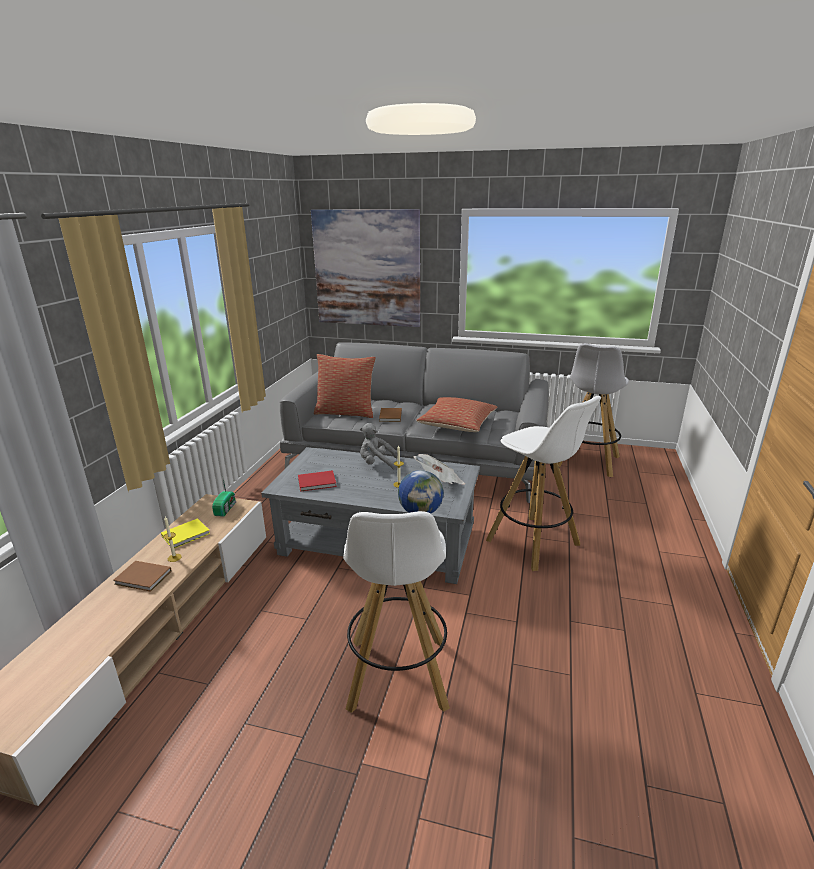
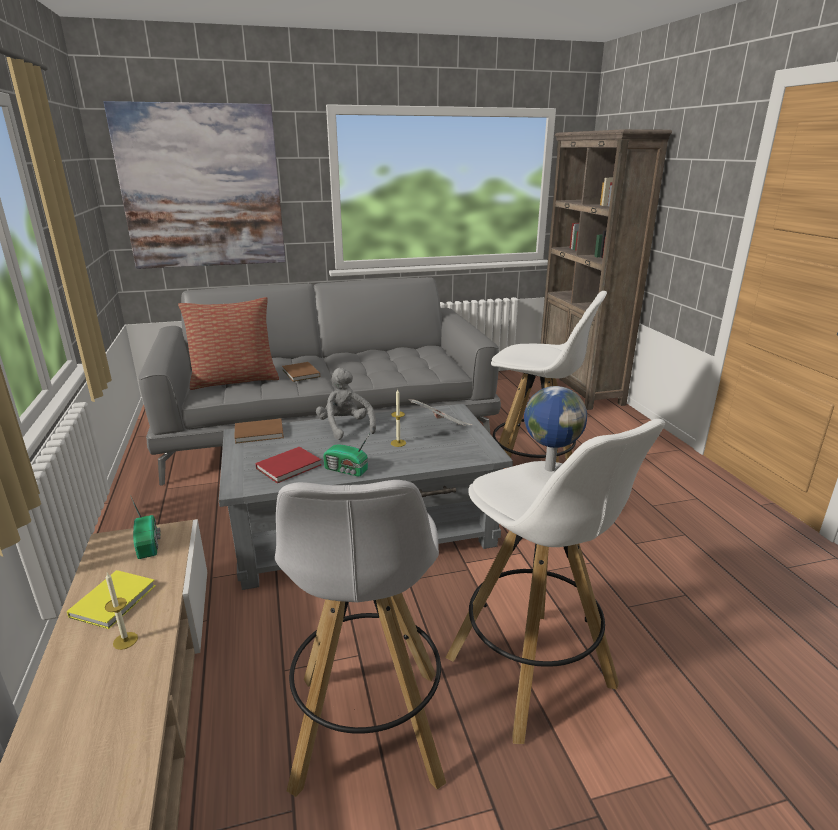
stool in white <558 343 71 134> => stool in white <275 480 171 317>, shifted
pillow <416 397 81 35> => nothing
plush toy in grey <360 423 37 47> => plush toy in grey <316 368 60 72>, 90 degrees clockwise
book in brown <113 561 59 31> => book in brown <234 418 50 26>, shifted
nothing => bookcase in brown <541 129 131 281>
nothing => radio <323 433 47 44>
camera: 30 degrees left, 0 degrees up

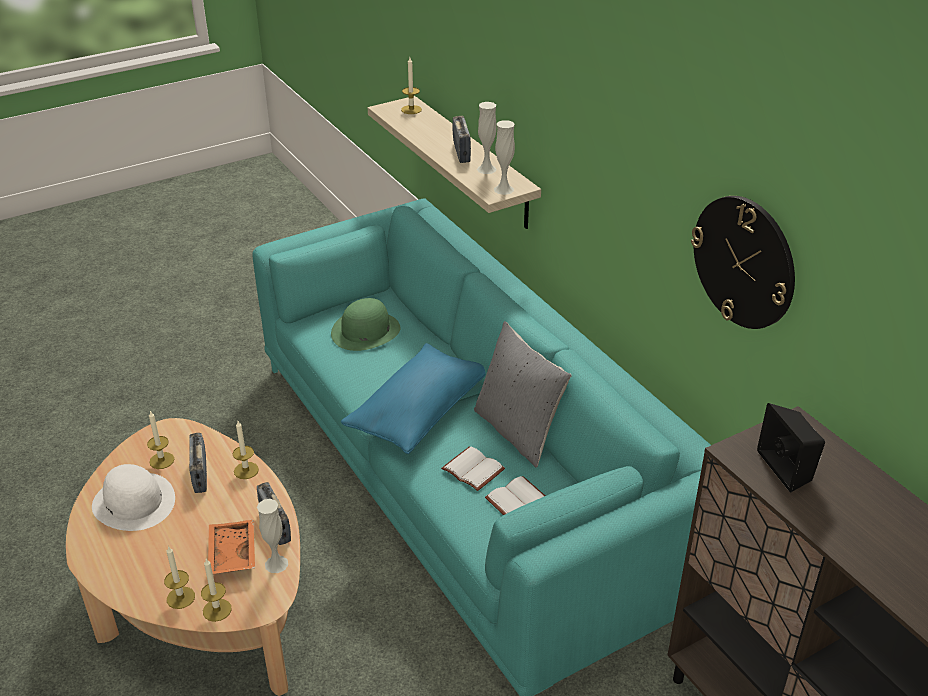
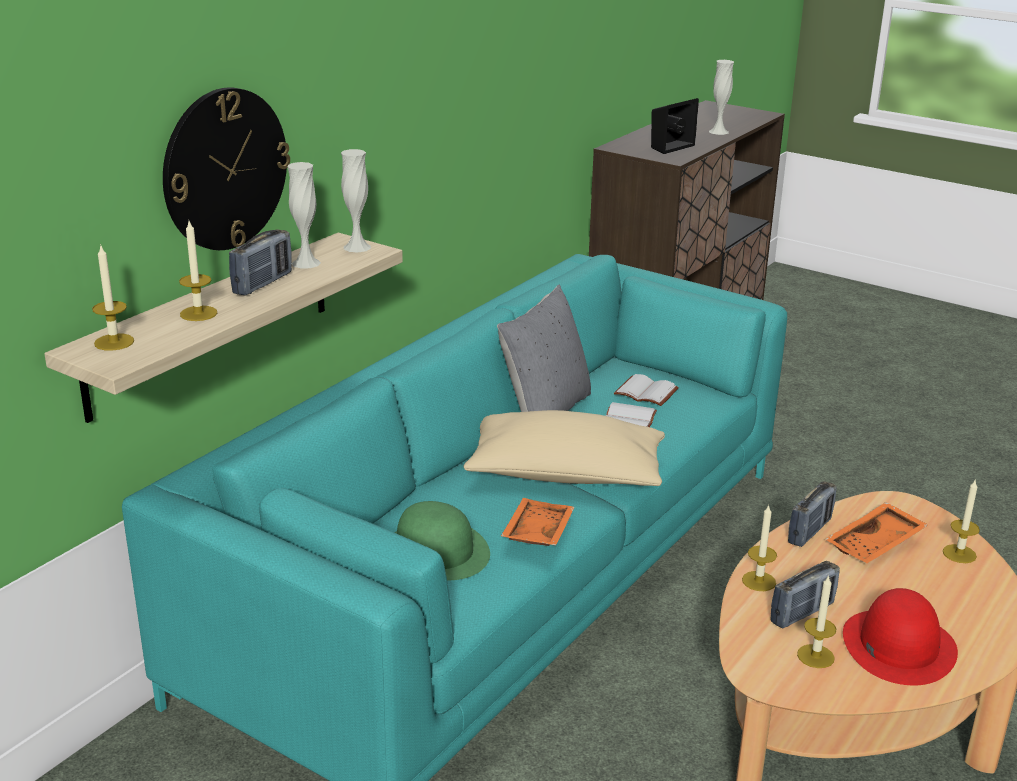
radio <452 116 19 47> => radio <229 229 63 67>, 150 degrees clockwise
wall clock <691 196 104 133> => wall clock <163 88 127 162>, shifted
pillow in blue <341 343 145 111> => pillow in beige <464 410 201 76>
hat in white <92 464 83 67> => hat in red <843 588 115 98>
vase in white <257 499 31 74> => vase in white <709 60 25 75>, shifted
candle <201 559 31 63> => candle <179 221 38 100>, shifted
nothing => tray in orange <501 498 74 48>
camera: 115 degrees left, 10 degrees down

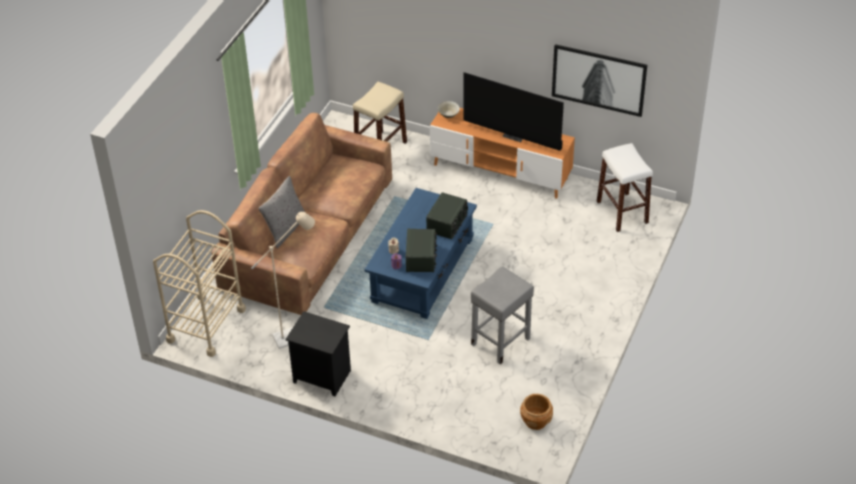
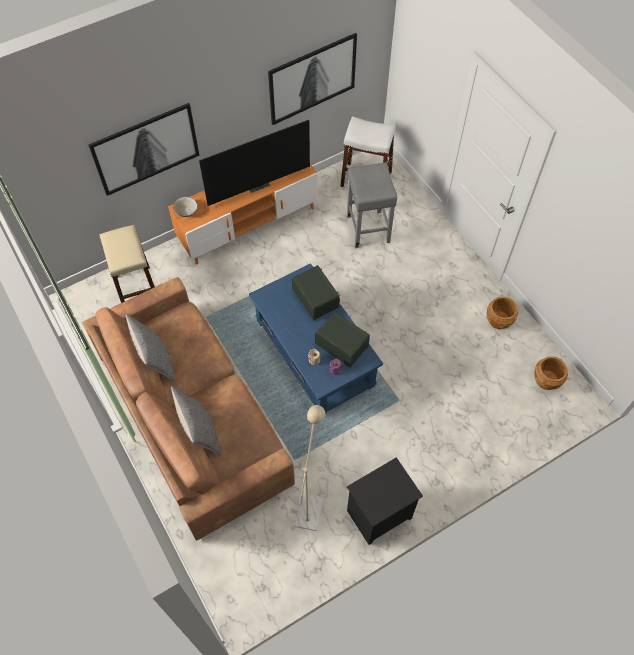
cart in beige <153 210 93 147> => nothing
stool in grey <471 266 63 98> => stool in grey <347 162 50 86>, shifted
nothing => picture <88 103 112 93>
nothing => planter in brown <486 296 32 33>
nothing => pillow in grey <126 314 49 68>
camera: 55 degrees left, 15 degrees up

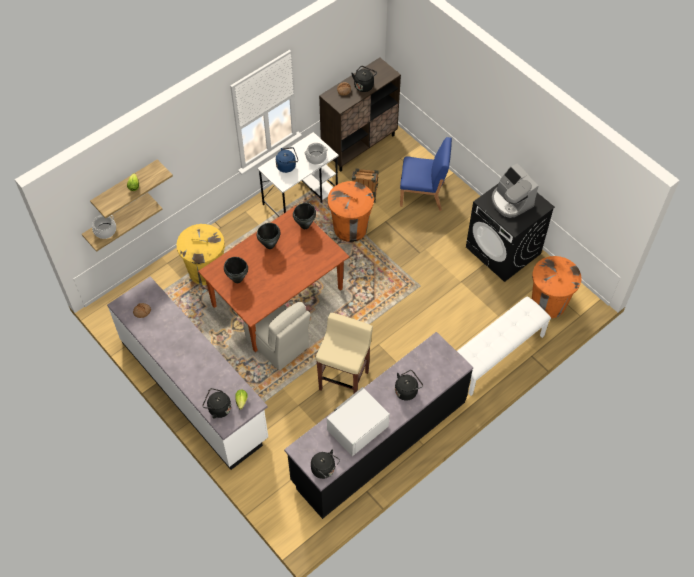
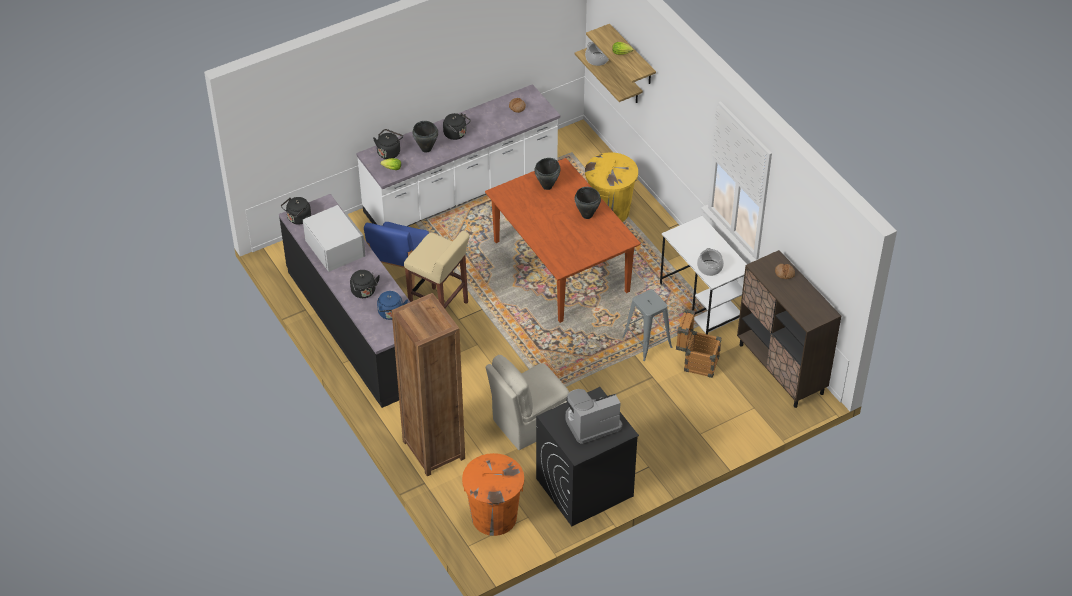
kettle in black <351 66 26 26> => kettle in black <443 113 28 27>, shifted
chair in blue <400 137 52 74> => chair in blue <364 222 65 68>, shifted
kettle in blue <276 147 22 26> => kettle in blue <377 291 31 29>, shifted
trash can in orange <328 181 46 61> => stool in grey <622 289 50 72>
cooking pot in black <293 203 23 26> => cooking pot in black <413 121 25 32>, shifted
bench in white <457 297 94 99> => bookcase in brown <392 293 73 183>
chair in beige <243 302 68 68> => chair in beige <485 355 84 95>, shifted
camera: 100 degrees right, 10 degrees down

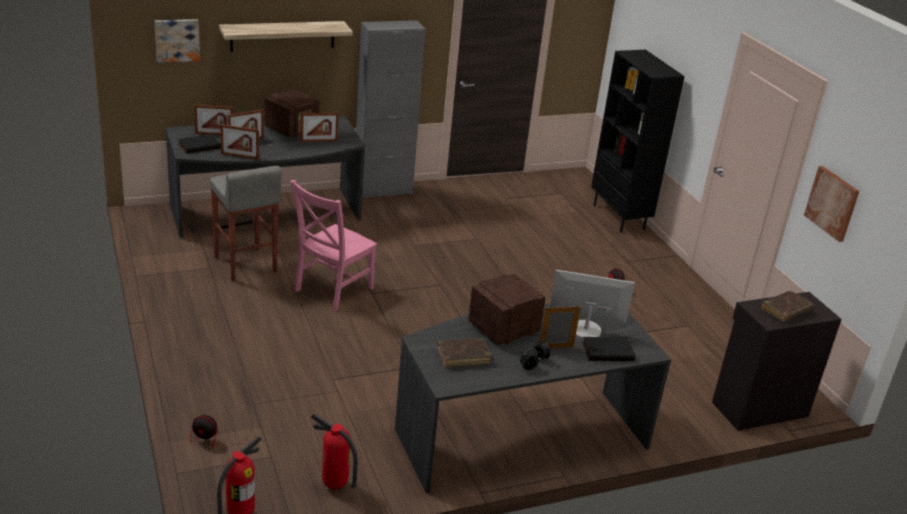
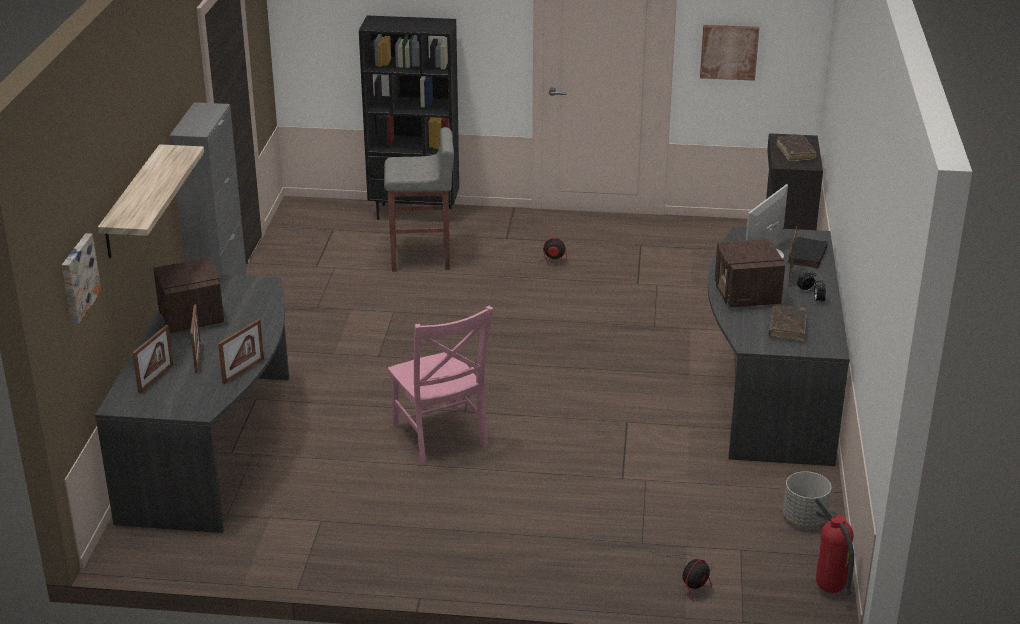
picture frame <300 113 39 29> => nothing
book in black <178 134 43 19> => nothing
stool in grey <209 166 73 116> => stool in grey <384 127 70 145>, shifted
fire extinguisher <311 413 47 77> => planter in grey <783 471 48 56>
camera: 60 degrees left, 0 degrees up

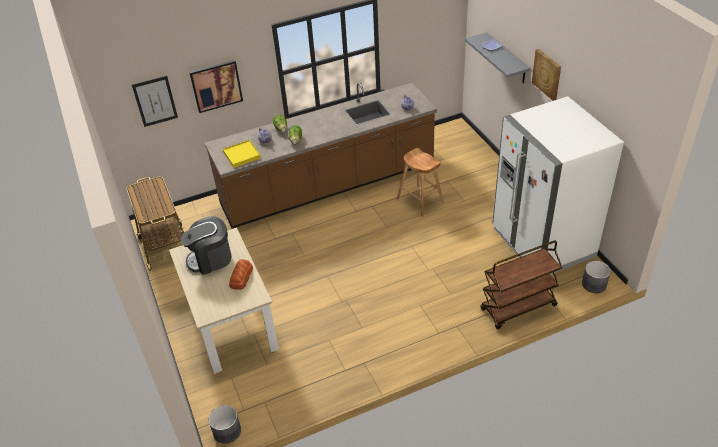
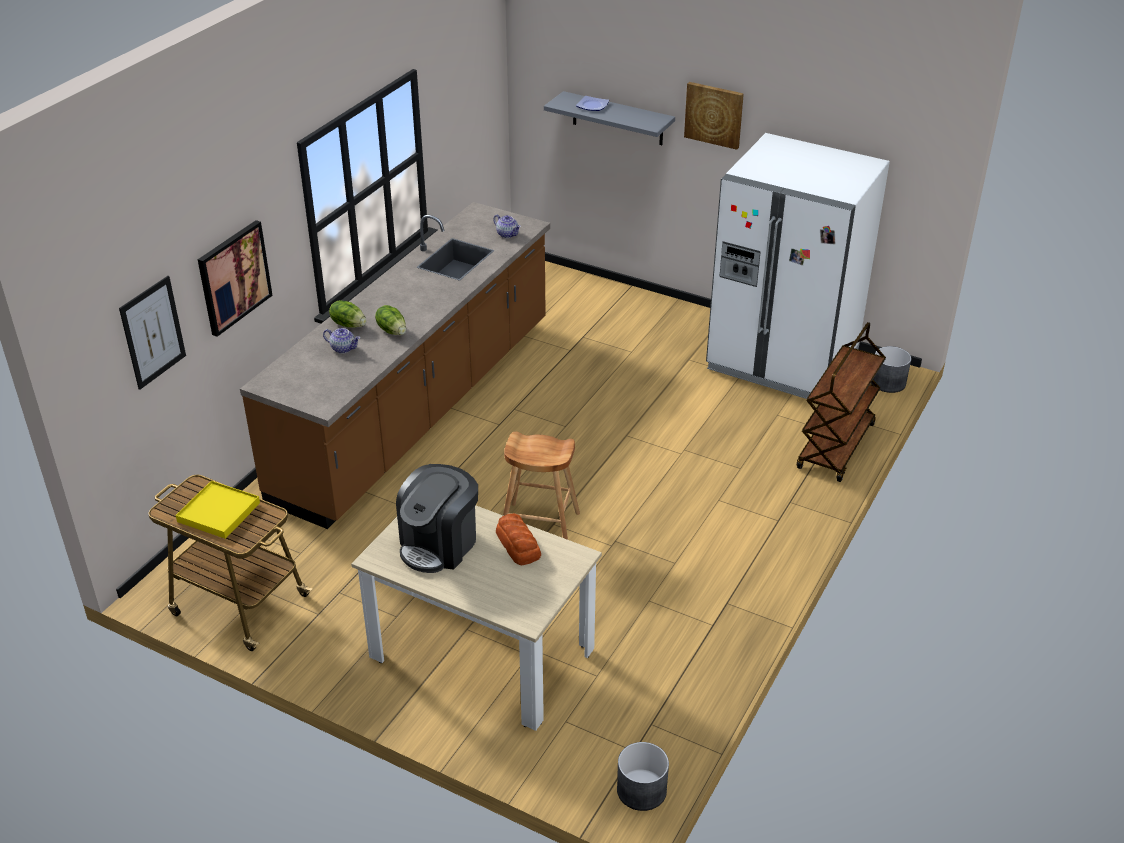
tray in yellow <223 140 38 28> => tray in yellow <176 481 84 58>, shifted
stool in brown <397 148 47 69> => stool in brown <503 432 77 108>, shifted
camera: 40 degrees left, 5 degrees down

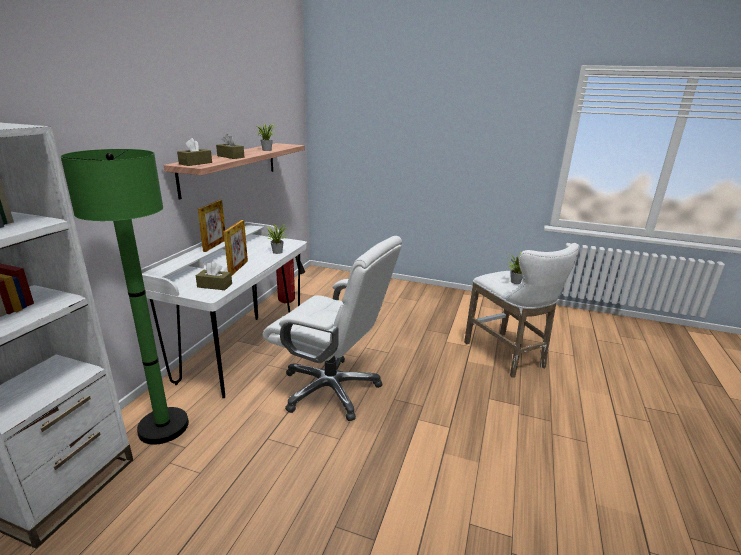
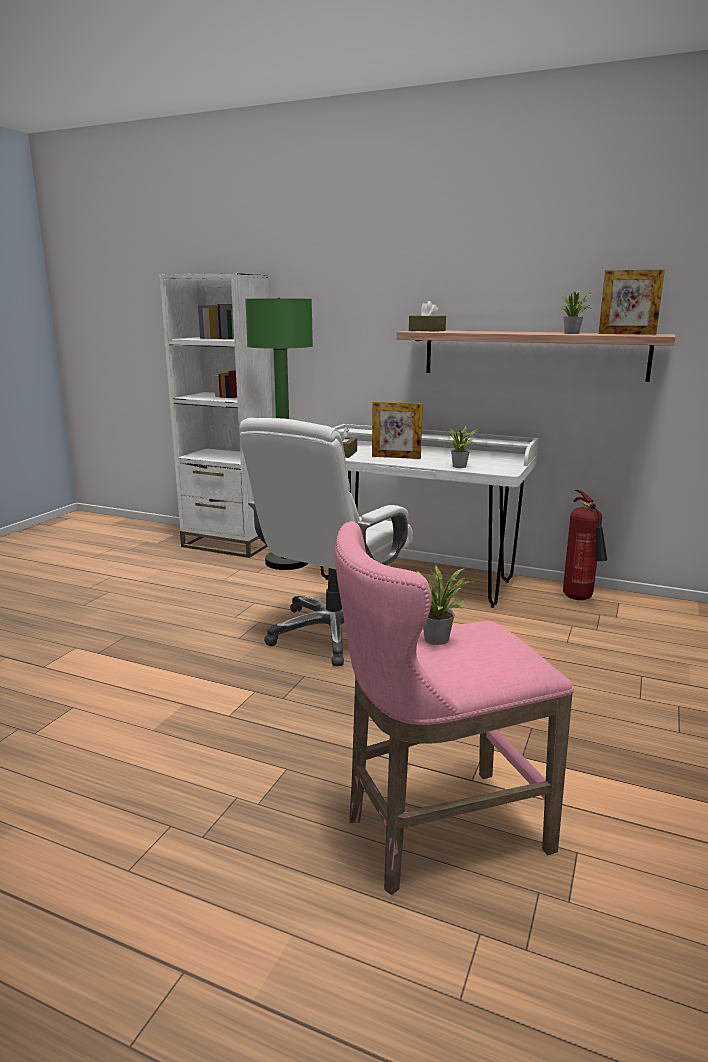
tissue box in brown <216 134 28 25> => nothing
picture frame <198 200 27 52> => picture frame <598 270 67 65>, shifted
stool in white <464 243 115 135> => stool in pink <335 521 239 374>
camera: 95 degrees right, 5 degrees down

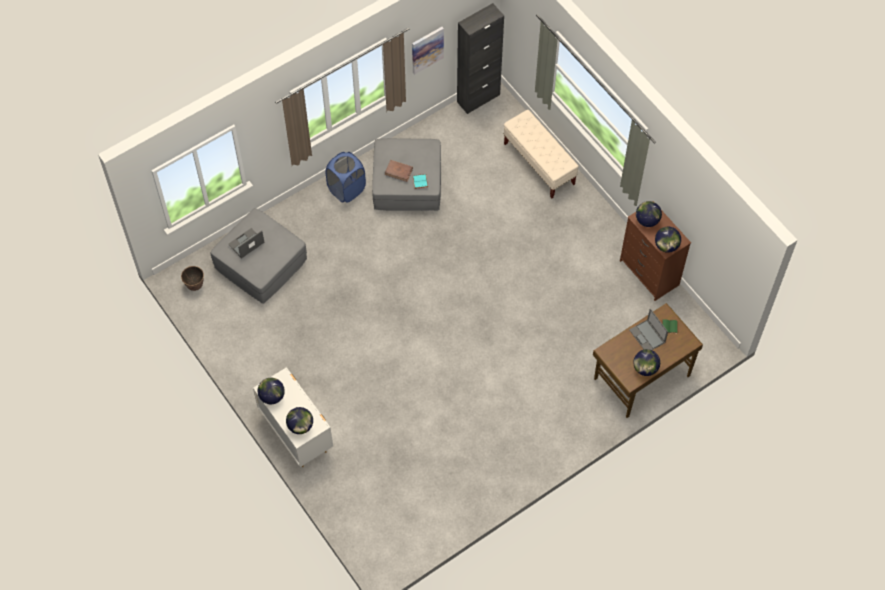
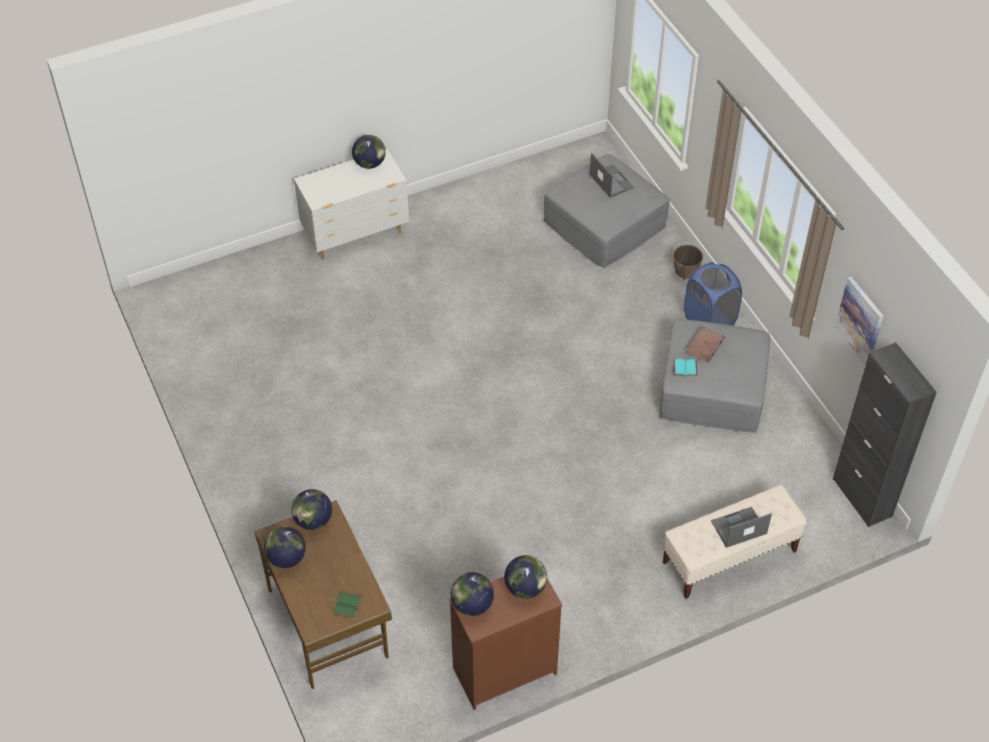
planter <181 266 23 25> => planter <673 245 30 35>, shifted
laptop <629 309 39 41> => laptop <711 507 61 41>, shifted
globe <286 407 27 27> => globe <291 489 41 41>, shifted
camera: 100 degrees right, 10 degrees down

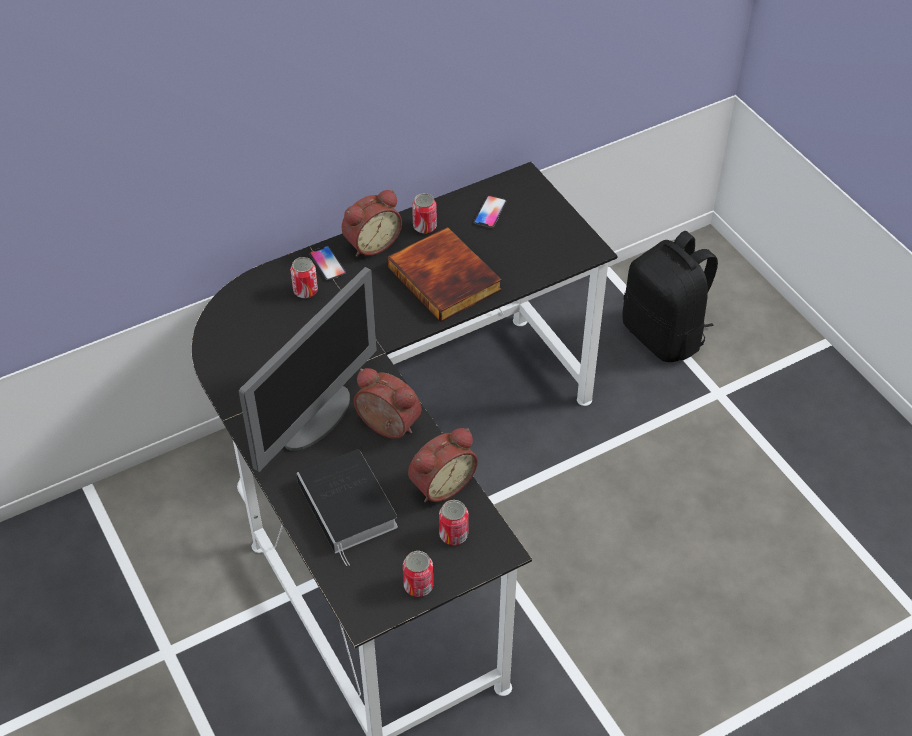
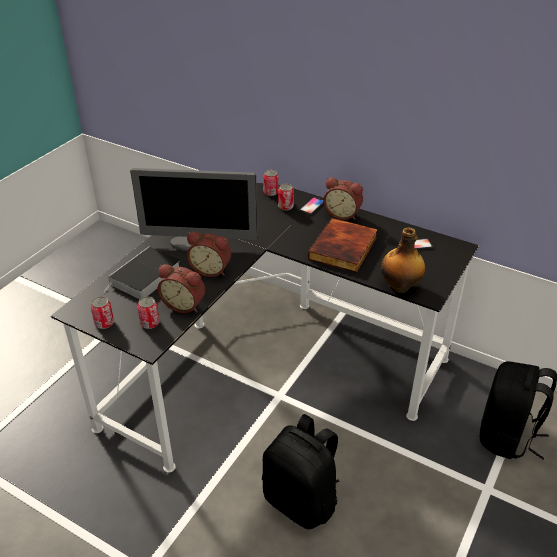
can <412 193 25 41> => can <263 170 16 26>, shifted
alarm clock <354 368 67 71> => alarm clock <187 232 44 45>, 105 degrees clockwise
nothing => bottle <381 227 44 66>
nothing => backpack in black <262 414 77 116>
camera: 60 degrees right, 10 degrees down

